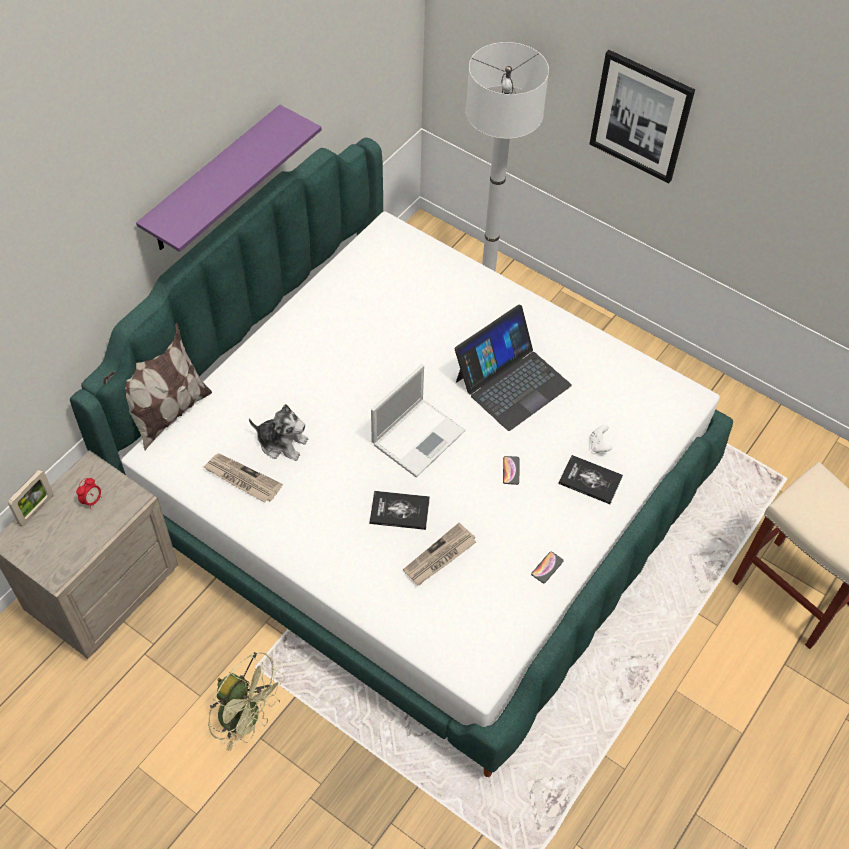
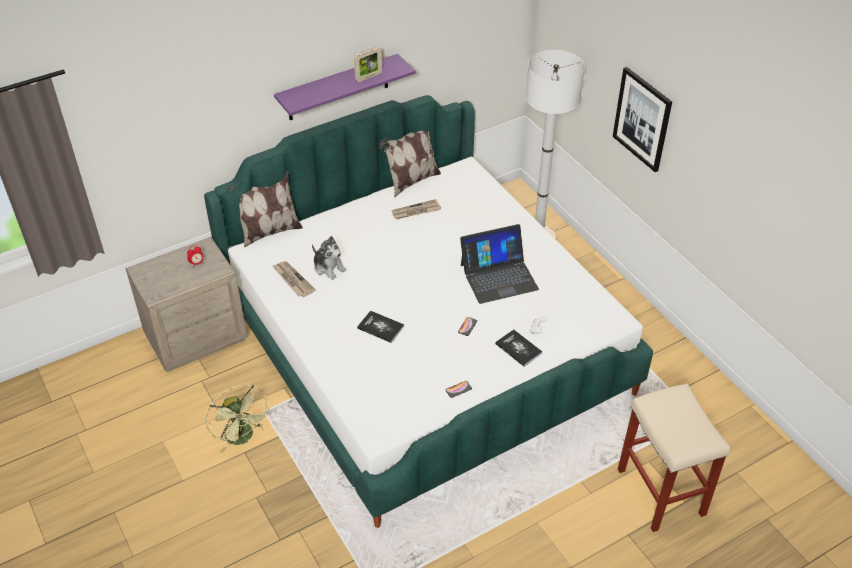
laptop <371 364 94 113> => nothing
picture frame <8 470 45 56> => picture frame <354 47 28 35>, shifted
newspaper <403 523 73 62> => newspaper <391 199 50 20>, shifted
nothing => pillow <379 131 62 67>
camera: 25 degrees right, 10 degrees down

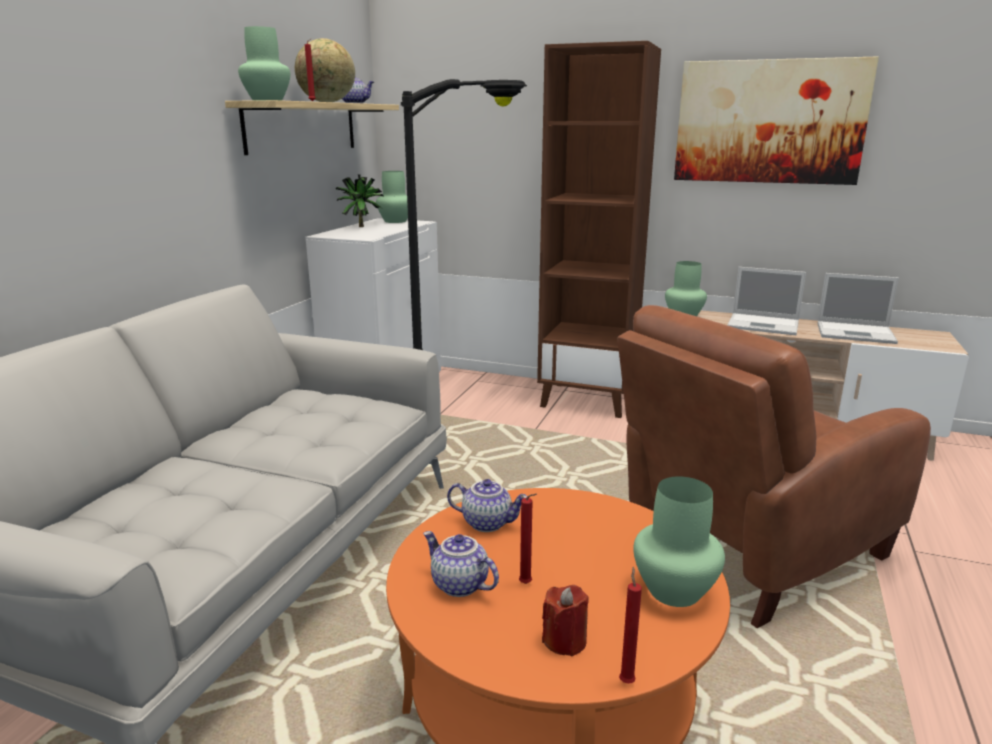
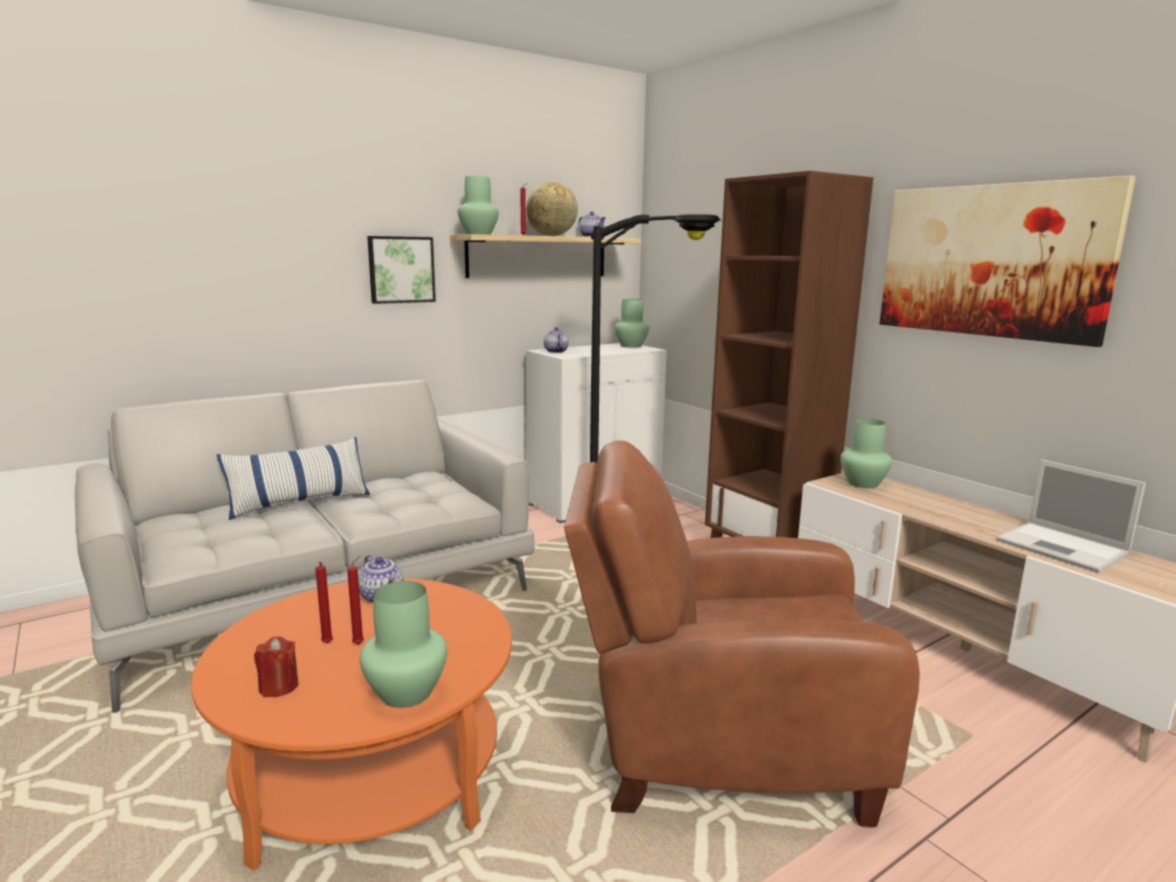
potted plant <336 174 49 53> => nothing
laptop <727 267 79 68> => nothing
teapot <423 531 76 66> => teapot <544 327 25 26>, shifted
candle in red <619 567 23 117> => candle in red <347 556 17 89>, shifted
nothing => picture <367 236 69 68>
nothing => pillow <216 437 154 83>
camera: 35 degrees right, 5 degrees down

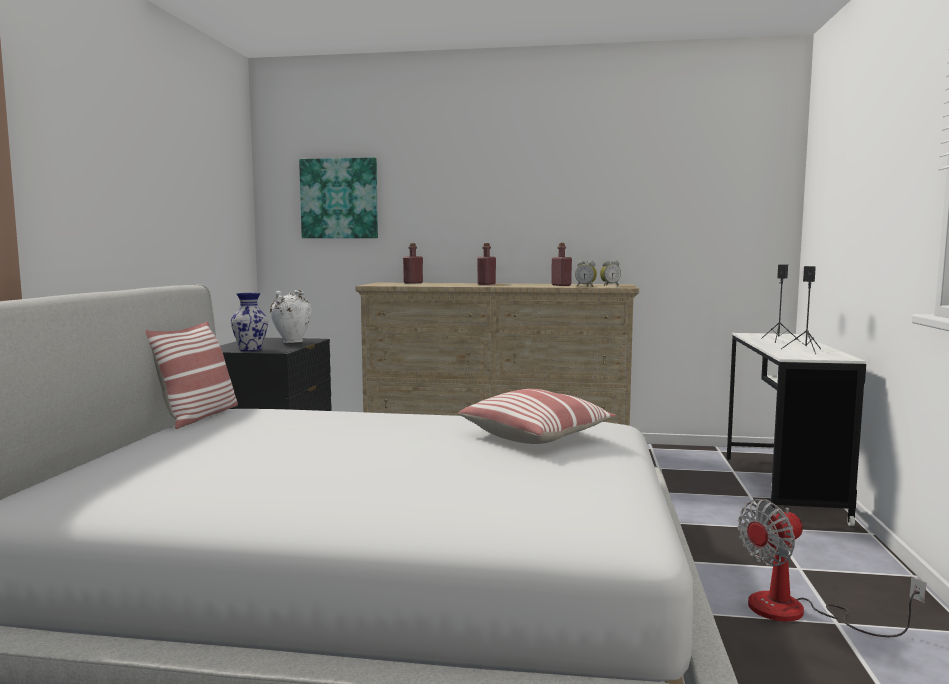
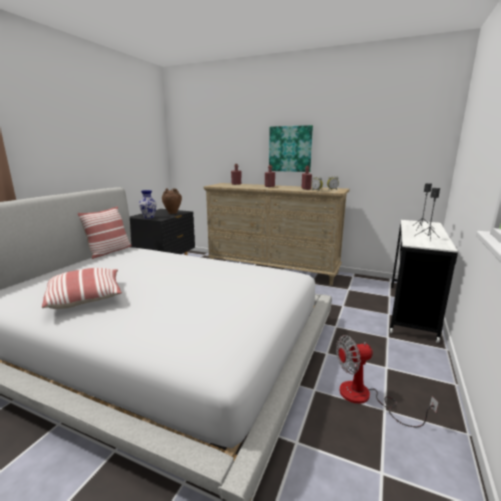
picture <299 157 79 81> => picture <269 125 44 47>, shifted
vase in white <270 290 42 53> => vase in brown <162 188 20 26>
pillow <459 389 157 55> => pillow <42 268 80 41>, shifted
camera: 15 degrees right, 10 degrees up

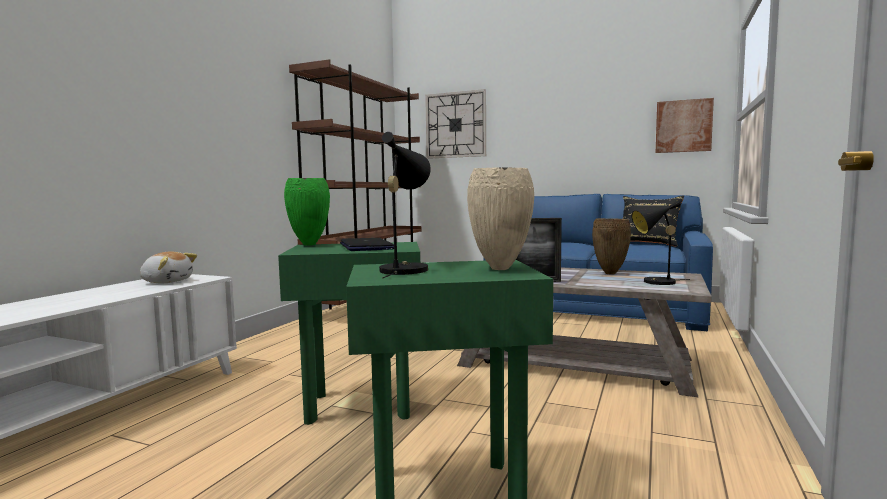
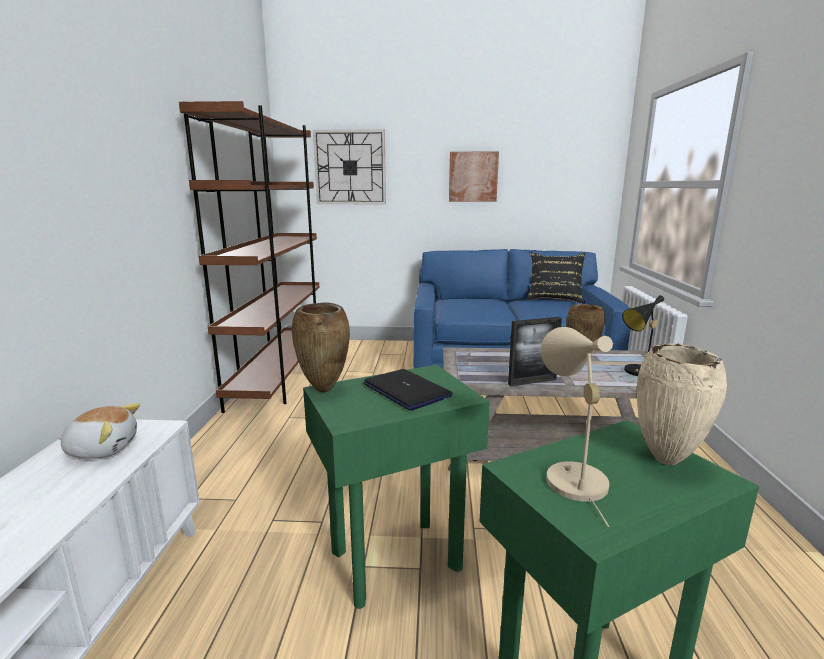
picture <656 98 58 55> => picture <449 152 50 50>, shifted
table lamp in black <379 132 52 146> => table lamp in beige <541 327 72 200>
vase in green <284 178 46 68> => vase in brown <292 302 58 90>
camera: 20 degrees left, 10 degrees up

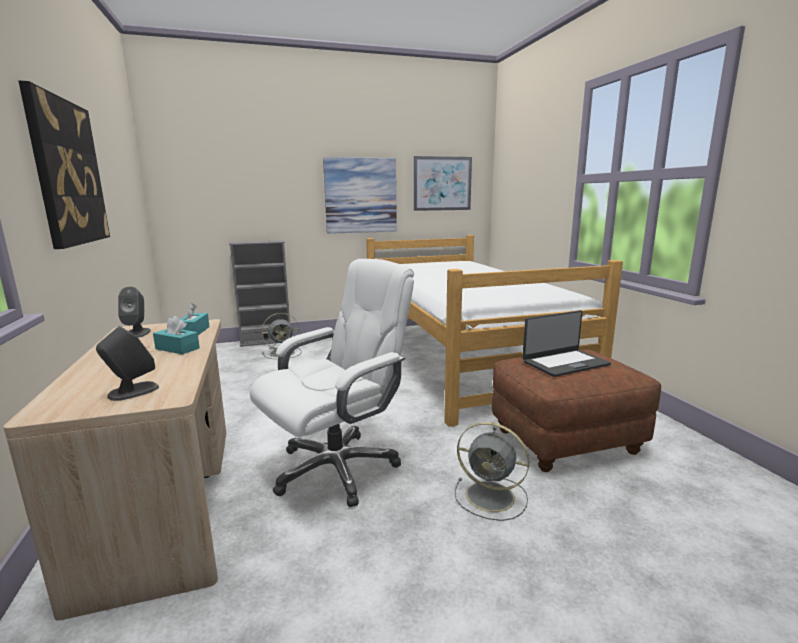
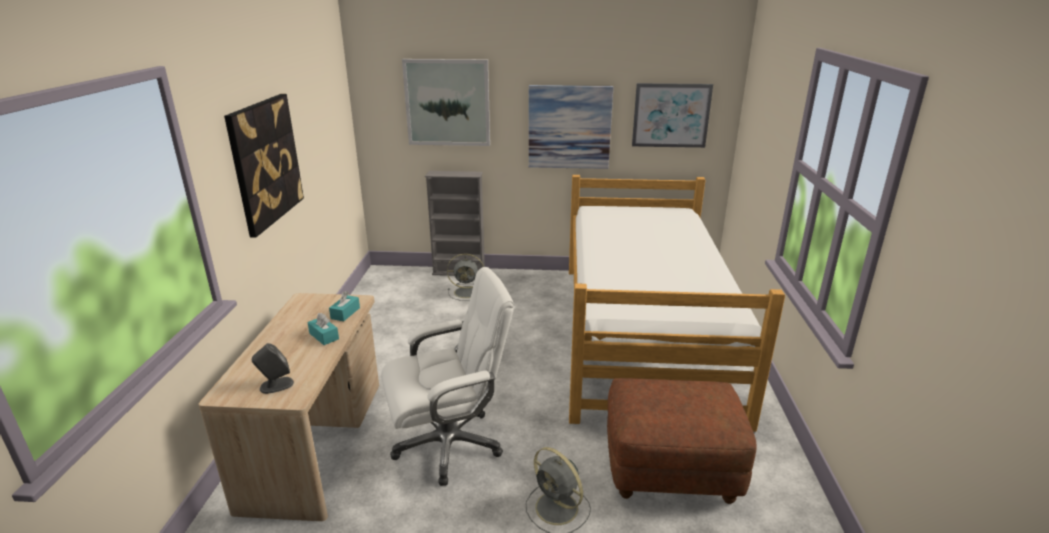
speaker in grey <118 287 33 51> => nothing
laptop <522 310 89 67> => nothing
nothing => picture <402 59 88 87>
camera: 20 degrees right, 10 degrees up

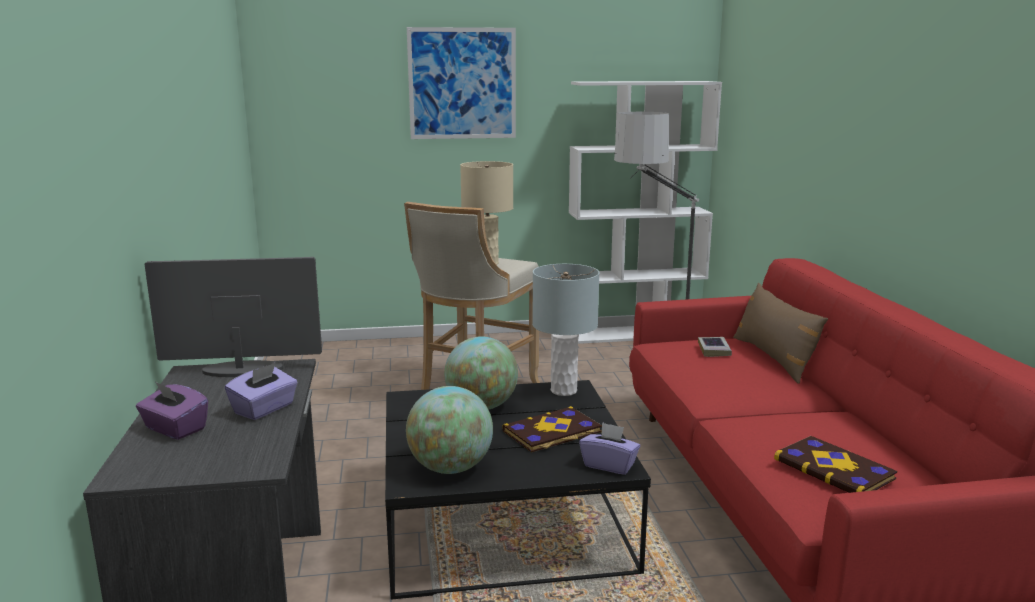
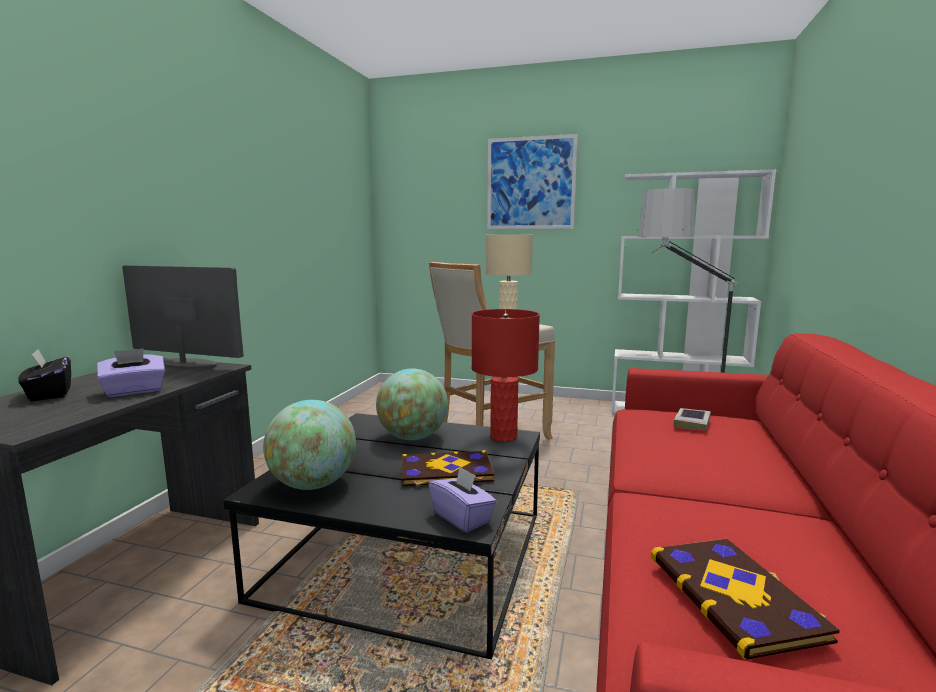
table lamp in grey <532 264 68 132> => table lamp in red <472 309 68 133>
pillow in brown <733 283 95 101> => nothing
tissue box in purple <136 382 72 58> => tissue box in black <18 349 53 52>
camera: 25 degrees right, 5 degrees down

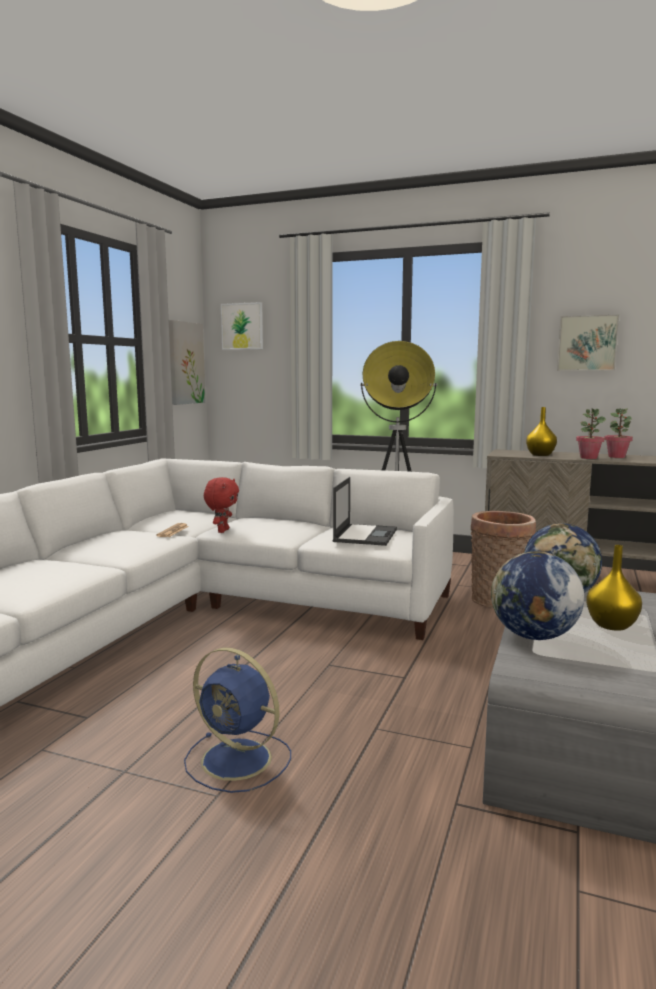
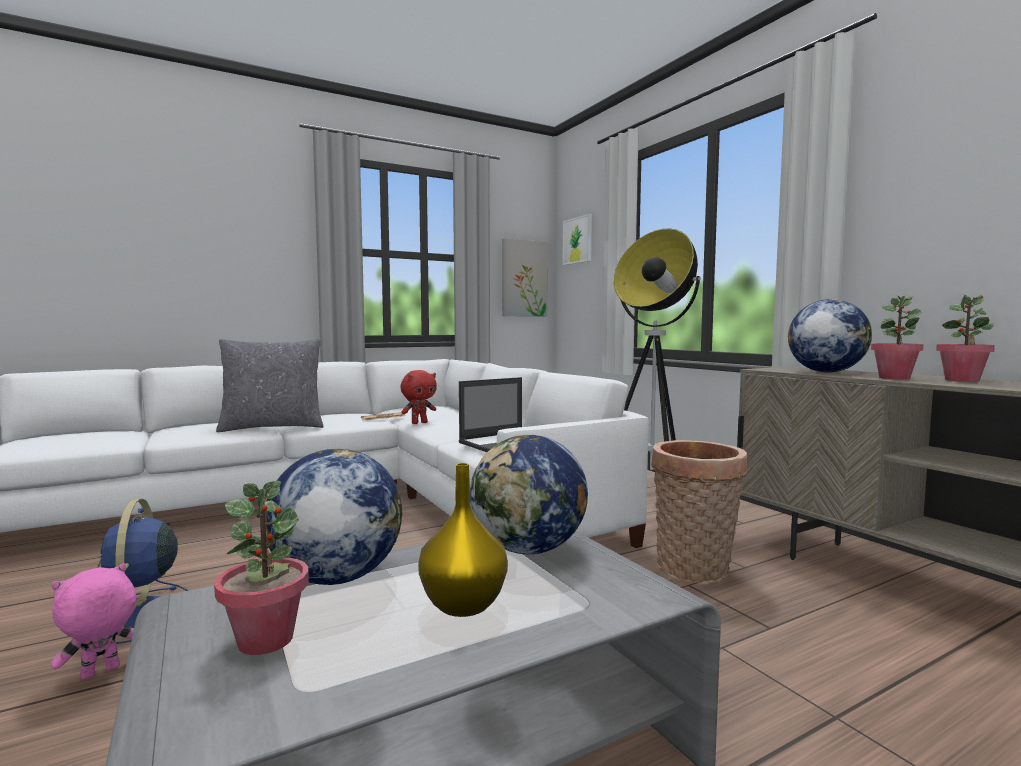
picture <557 314 63 57> => nothing
vase in yellow <526 407 31 49> => globe <788 299 84 74>
nothing => pillow in grey <216 338 108 94>
nothing => potted plant <214 481 95 174>
nothing => plush toy in pink <51 564 86 116>
camera: 40 degrees right, 5 degrees down

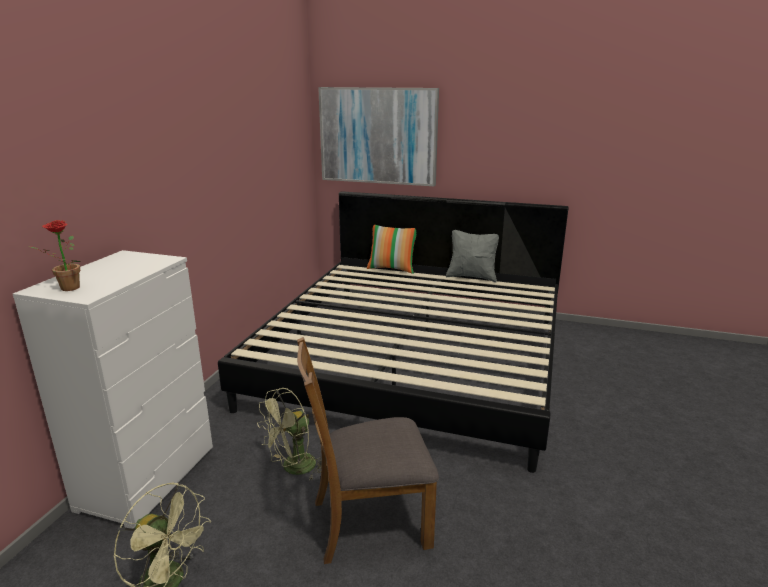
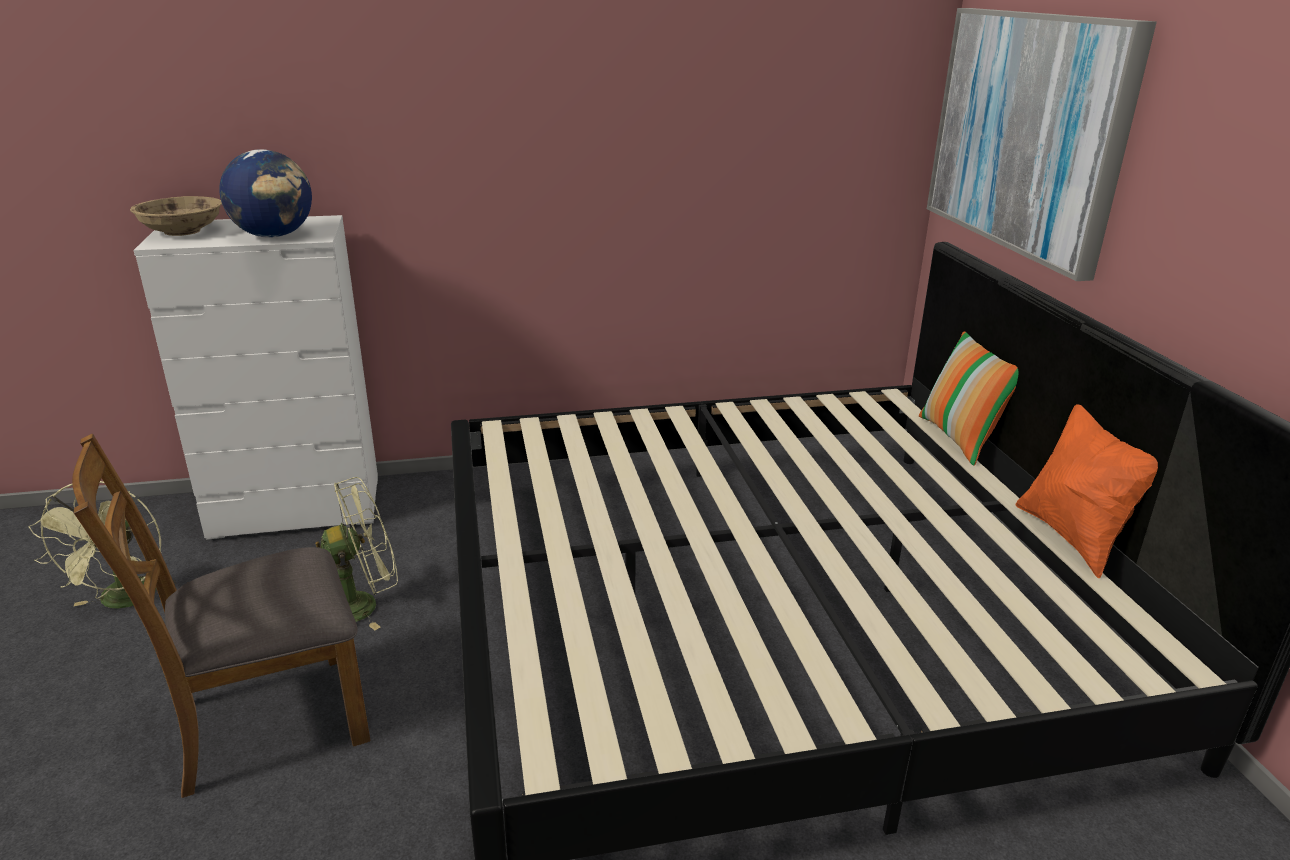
potted plant <28 220 53 71> => bowl in beige <130 196 92 40>
pillow in grey <446 230 53 52> => pillow in orange <1016 404 142 174>
chair in brown <297 337 142 227> => chair in brown <72 434 299 364>, 75 degrees counterclockwise
fan in green <257 388 65 91> => fan in green <315 477 83 153>, 135 degrees clockwise
nothing => globe <219 149 93 89>
camera: 60 degrees right, 5 degrees up

